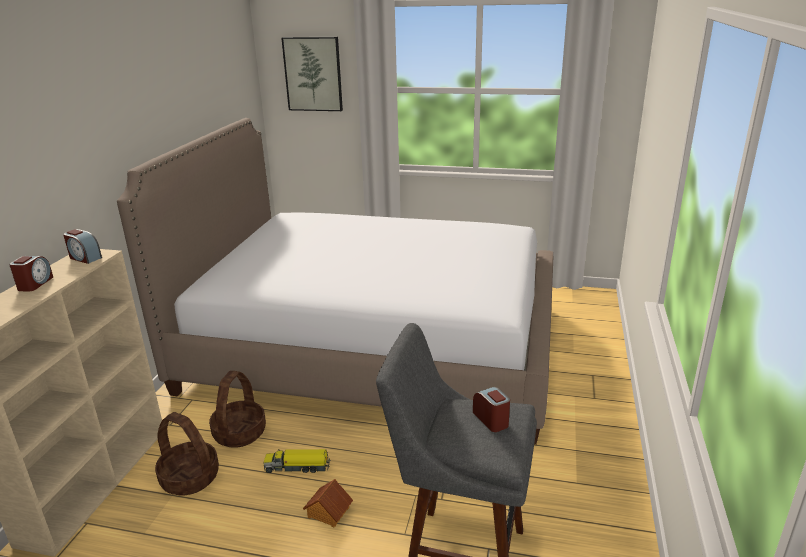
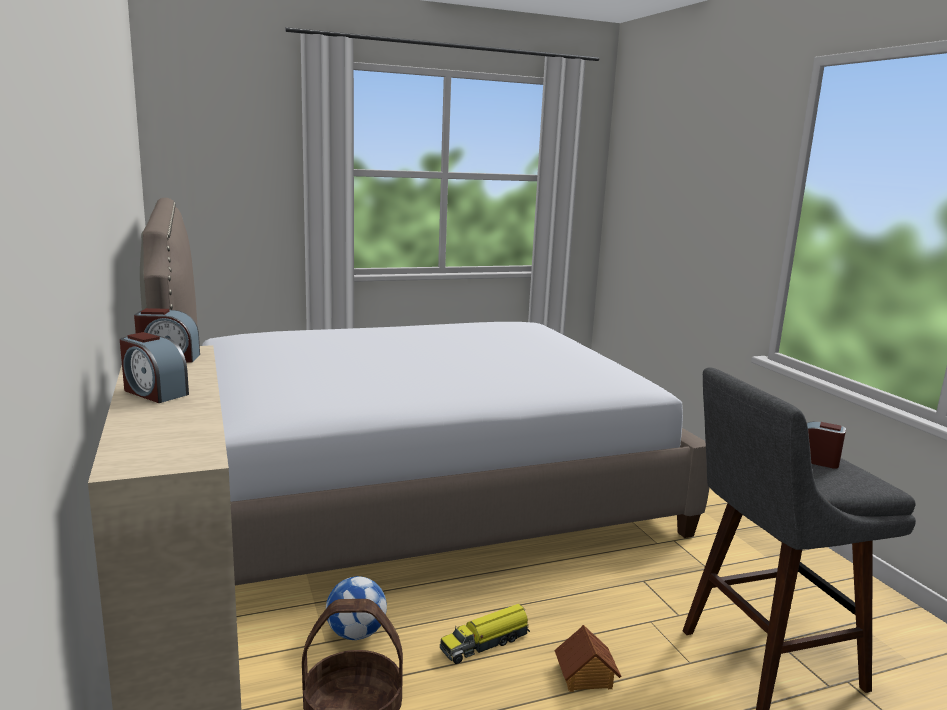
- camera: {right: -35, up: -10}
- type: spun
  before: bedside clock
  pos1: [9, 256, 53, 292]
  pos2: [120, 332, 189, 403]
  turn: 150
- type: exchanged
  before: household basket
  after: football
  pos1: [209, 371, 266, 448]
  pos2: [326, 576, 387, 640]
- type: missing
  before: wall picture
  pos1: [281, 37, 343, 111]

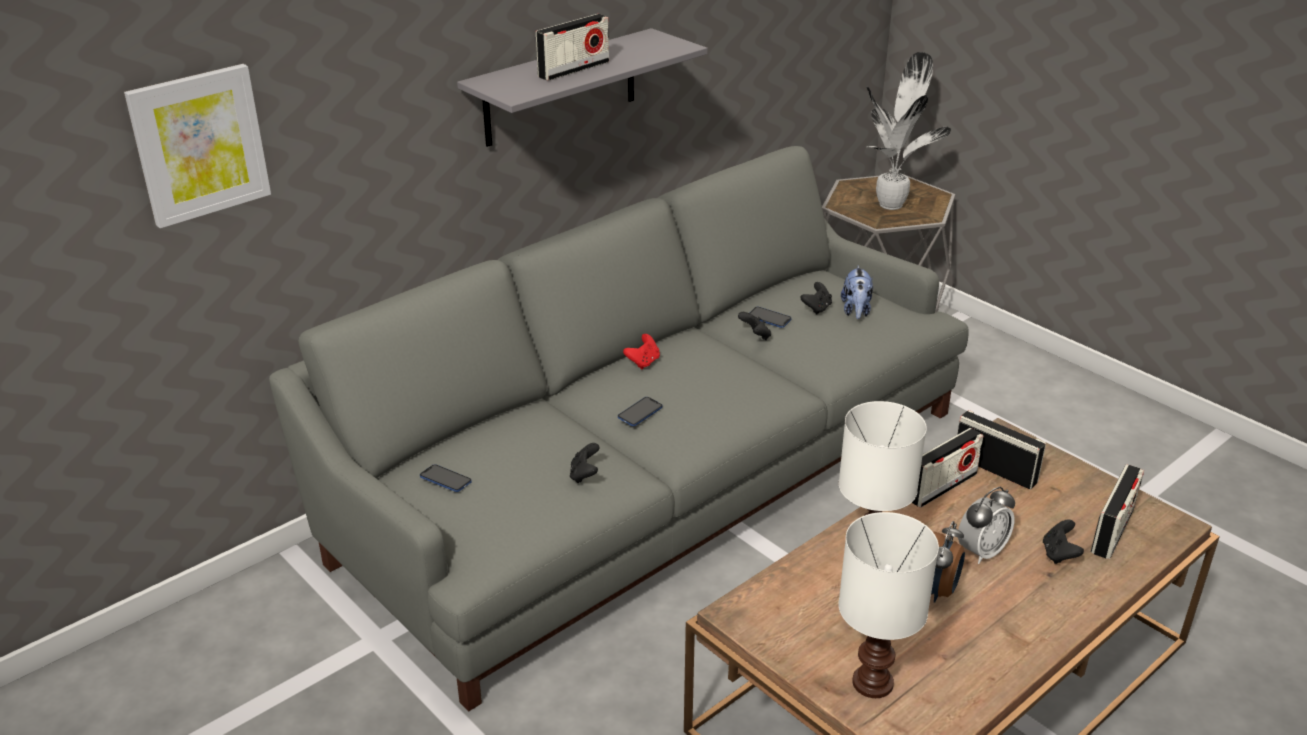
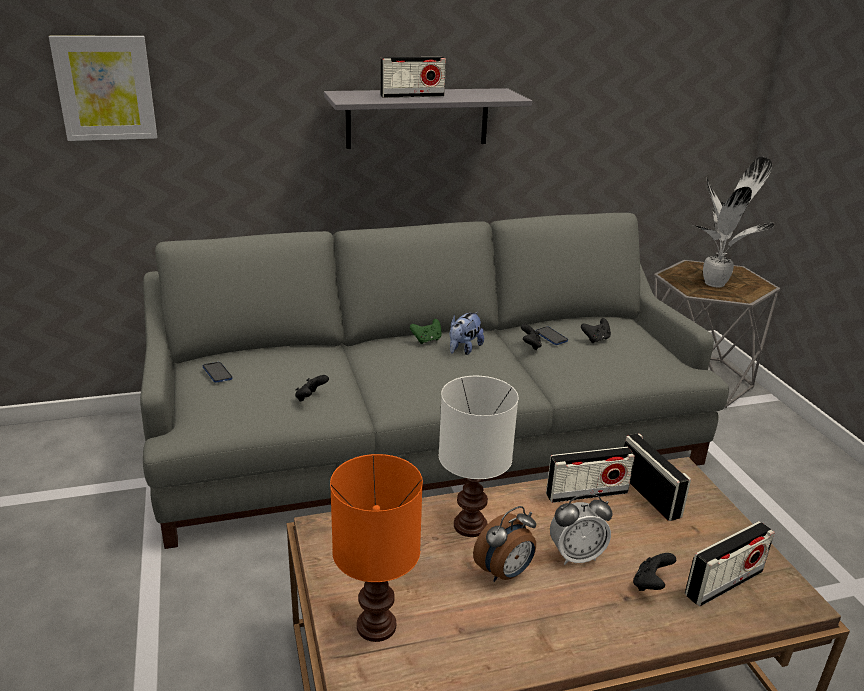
- camera: {right: 25, up: -5}
- type: missing
  before: telephone
  pos1: [618, 397, 662, 426]
- type: colour
  before: red gamepad
  after: green-coloured gamepad
  pos1: [623, 334, 660, 370]
  pos2: [410, 319, 441, 344]
- type: colour
  before: white table lamp
  after: orange table lamp
  pos1: [838, 512, 939, 698]
  pos2: [330, 454, 423, 642]
- type: relocated
  before: cuddly toy
  pos1: [841, 266, 873, 319]
  pos2: [450, 312, 484, 355]

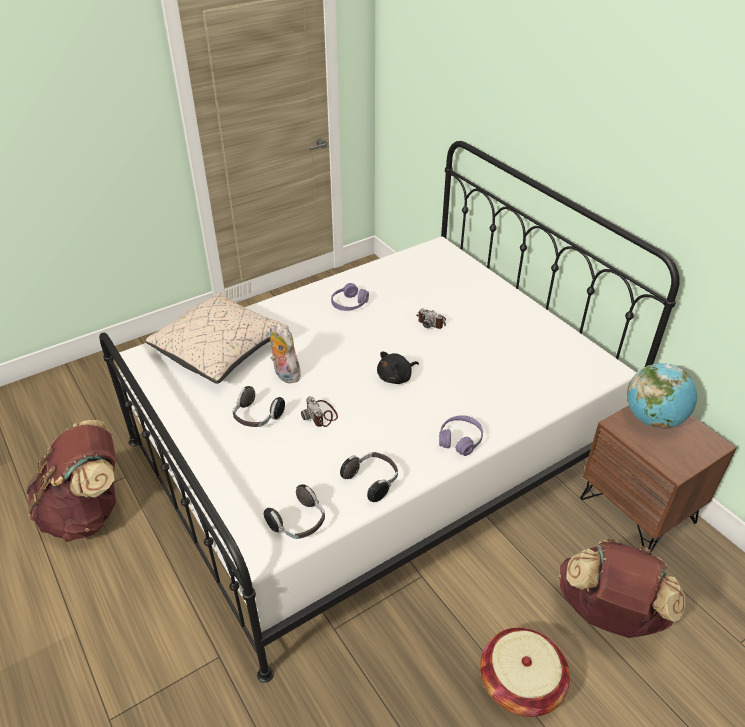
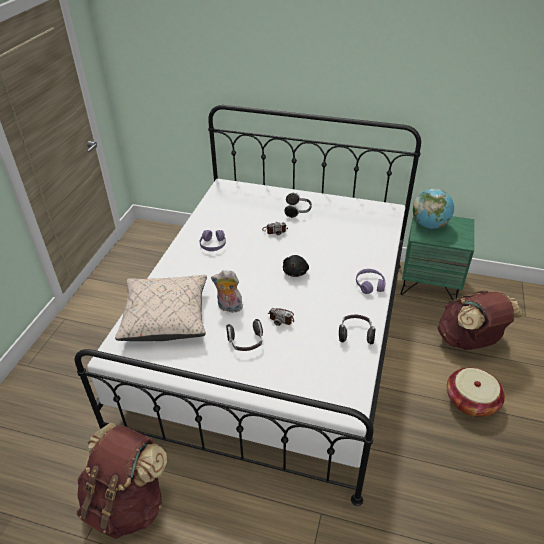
- camera: {right: -40, up: 0}
- type: relocated
  before: pair of headphones
  pos1: [264, 484, 325, 539]
  pos2: [284, 193, 312, 218]
- type: colour
  before: brown night table
  after: green-coloured night table
  pos1: [580, 406, 737, 552]
  pos2: [401, 216, 474, 300]

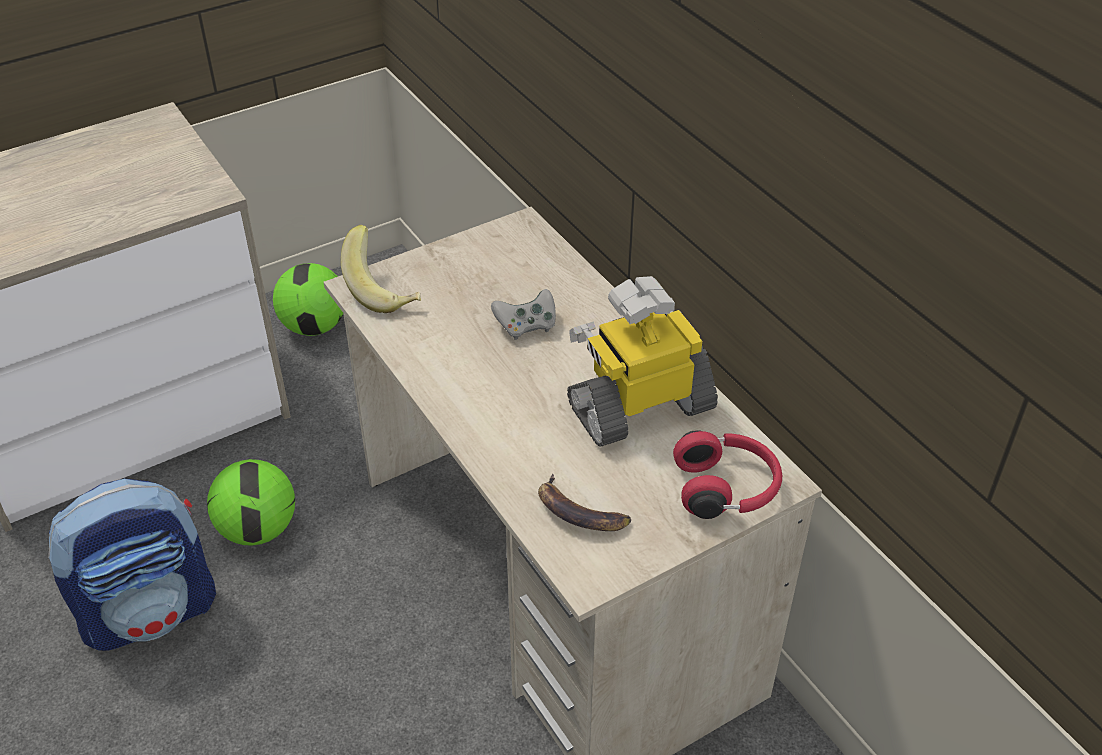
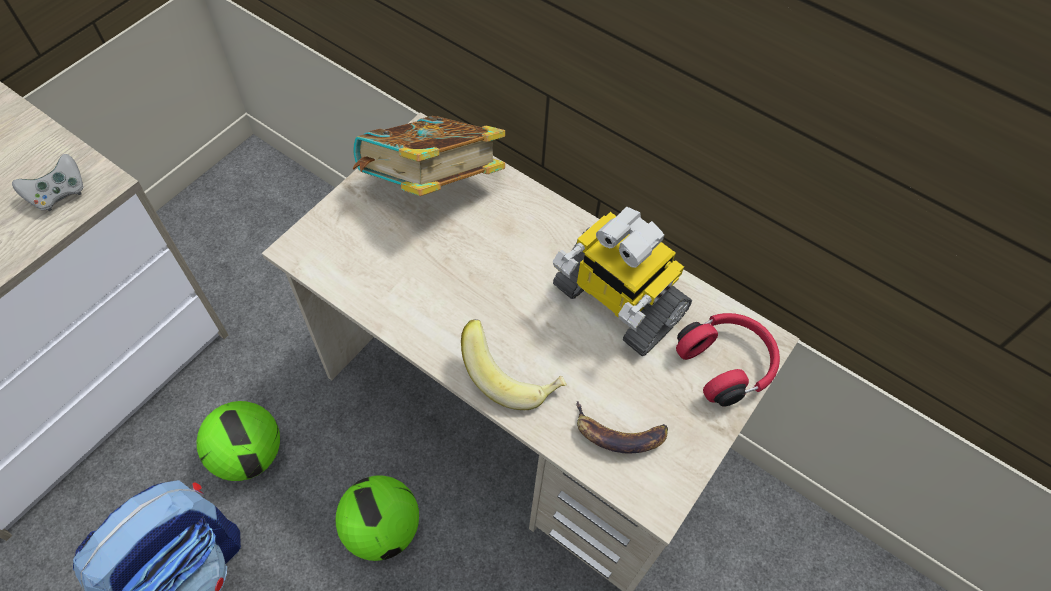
- camera: {right: -25, up: 15}
- type: relocated
  before: football
  pos1: [273, 263, 343, 336]
  pos2: [335, 475, 419, 561]
- type: relocated
  before: banana fruit
  pos1: [341, 225, 421, 313]
  pos2: [461, 319, 567, 410]
- type: relocated
  before: grey gamepad
  pos1: [491, 289, 556, 340]
  pos2: [12, 154, 84, 211]
- type: spun
  before: model robot
  pos1: [567, 276, 718, 447]
  pos2: [553, 207, 692, 356]
  turn: -90
- type: appeared
  after: volume
  pos2: [353, 116, 505, 196]

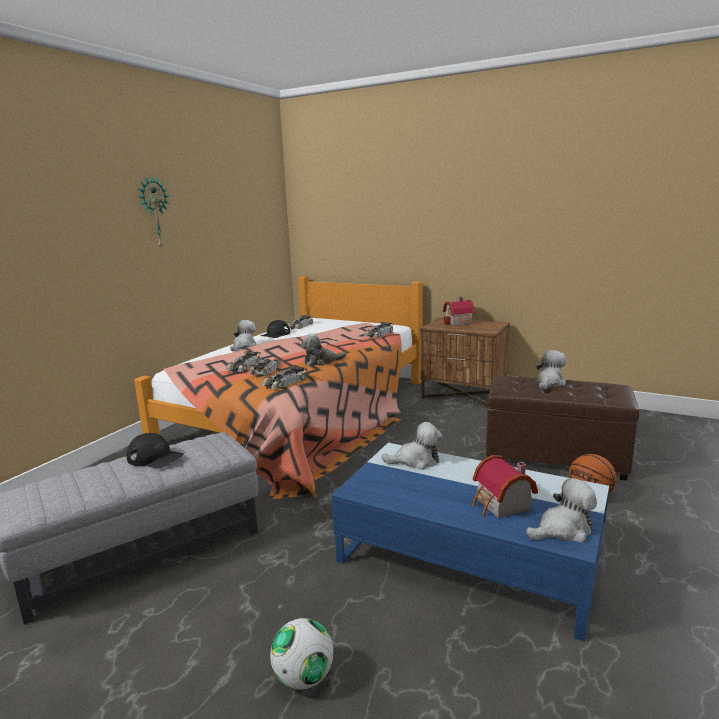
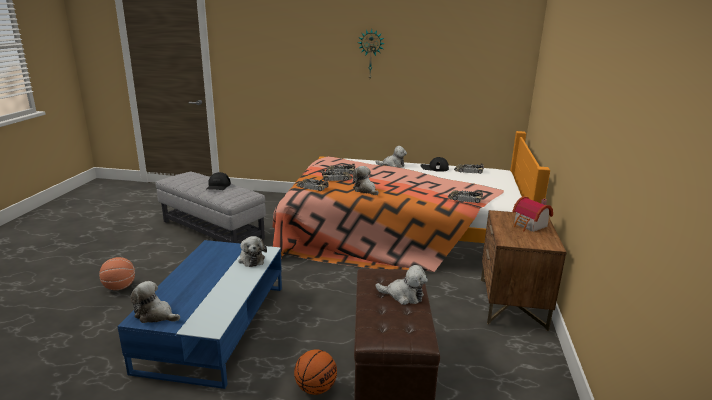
- camera: {right: 70, up: 5}
- type: exchanged
  before: football
  after: basketball
  pos1: [270, 618, 333, 690]
  pos2: [99, 257, 135, 290]
- type: missing
  before: toy house
  pos1: [472, 455, 538, 518]
- type: spun
  before: cuddly toy
  pos1: [526, 478, 597, 543]
  pos2: [130, 281, 180, 323]
  turn: 150

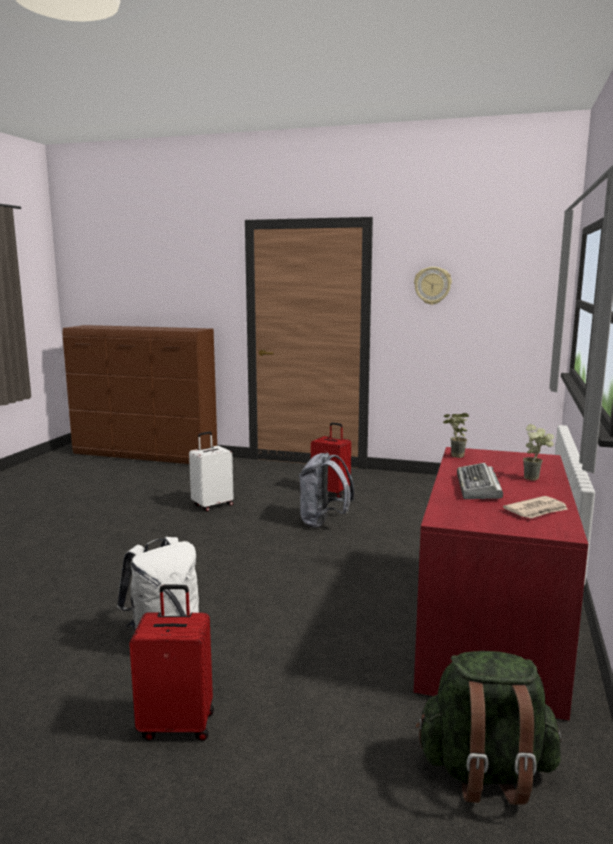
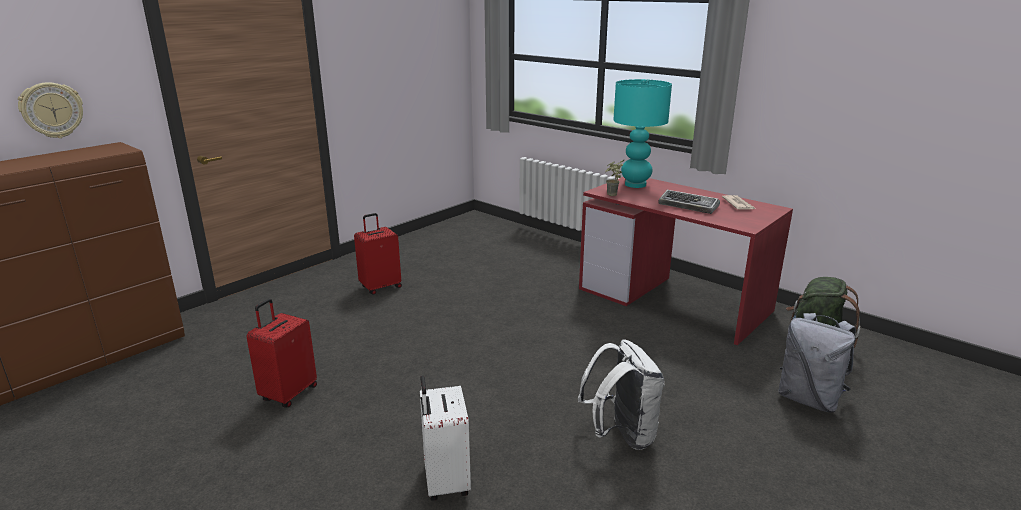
- camera: {right: -65, up: 10}
- type: relocated
  before: red piece of luggage
  pos1: [129, 585, 214, 741]
  pos2: [246, 299, 317, 407]
- type: relocated
  before: white piece of luggage
  pos1: [189, 432, 234, 512]
  pos2: [420, 376, 471, 501]
- type: relocated
  before: grey rucksack
  pos1: [299, 453, 355, 528]
  pos2: [779, 313, 856, 412]
- type: relocated
  before: clock on the wall
  pos1: [414, 267, 452, 305]
  pos2: [18, 82, 83, 138]
- type: missing
  before: plant in a pot
  pos1: [523, 424, 554, 481]
- type: appeared
  after: turquoise-coloured table lamp
  pos2: [613, 79, 672, 188]

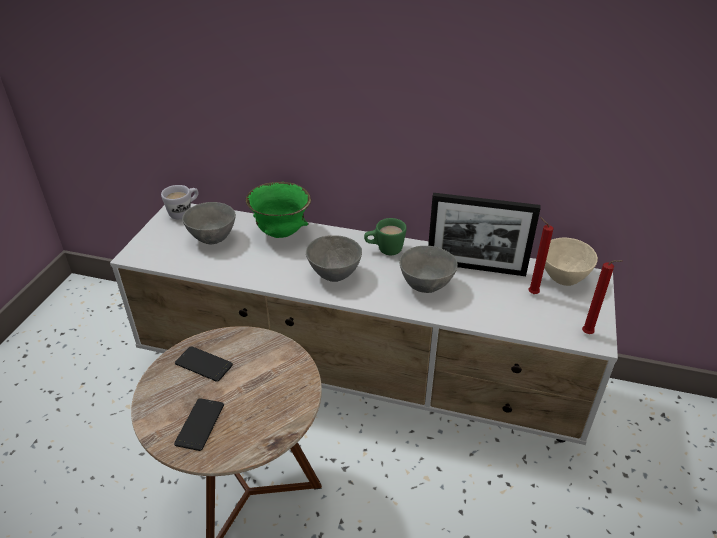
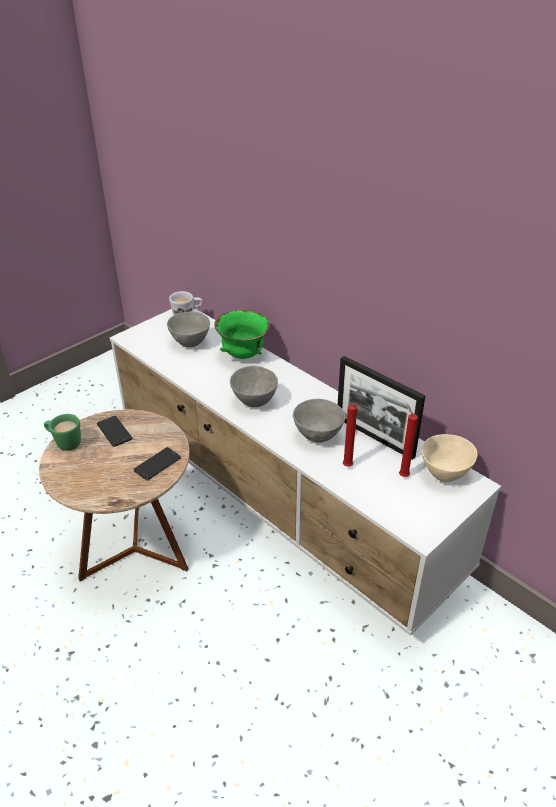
- camera: {right: 30, up: 0}
- type: relocated
  before: telephone
  pos1: [174, 398, 224, 451]
  pos2: [134, 447, 181, 480]
- type: relocated
  before: green-coloured coffee mug
  pos1: [364, 218, 407, 255]
  pos2: [44, 414, 81, 451]
- type: relocated
  before: red wax candle
  pos1: [582, 260, 622, 334]
  pos2: [343, 403, 358, 467]

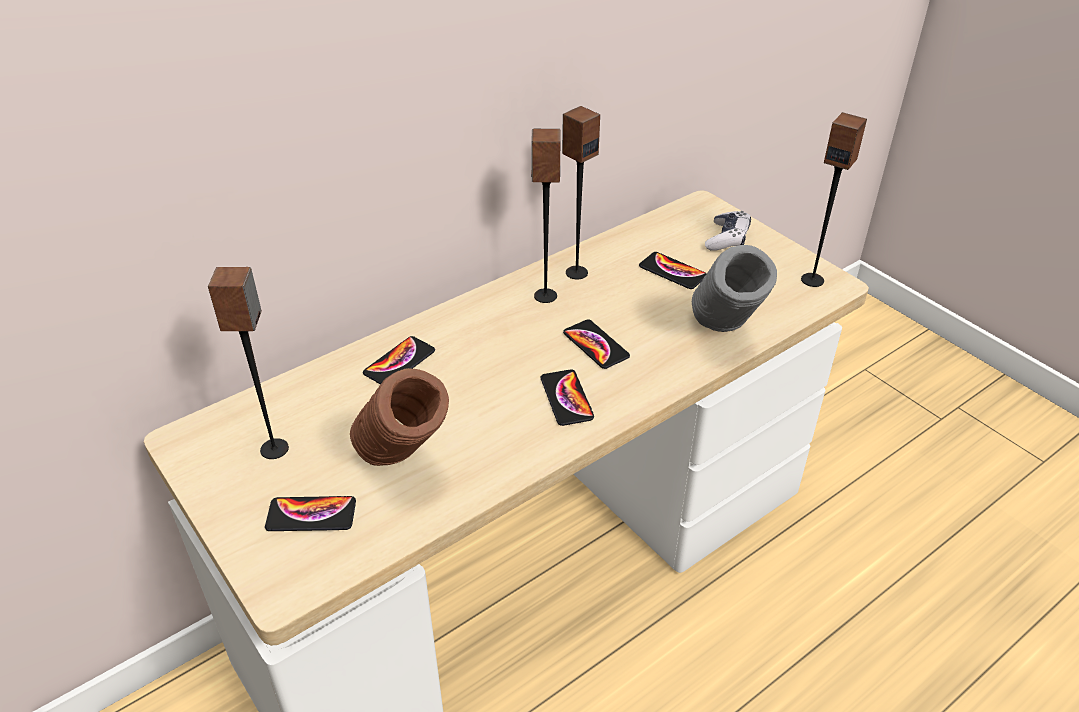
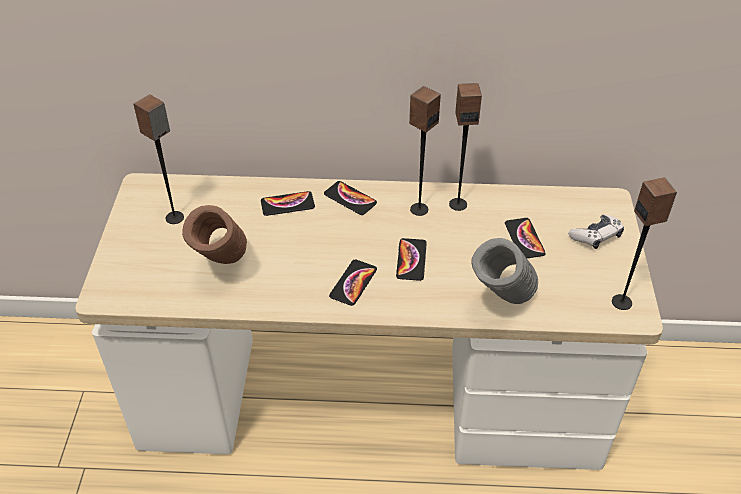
- camera: {right: 40, up: 5}
- type: relocated
  before: telephone
  pos1: [265, 496, 356, 531]
  pos2: [324, 181, 377, 215]

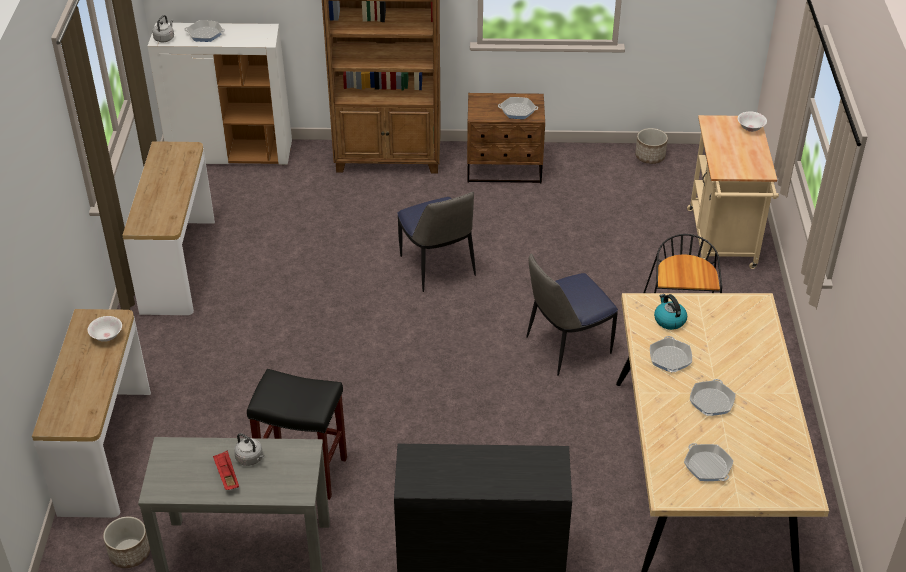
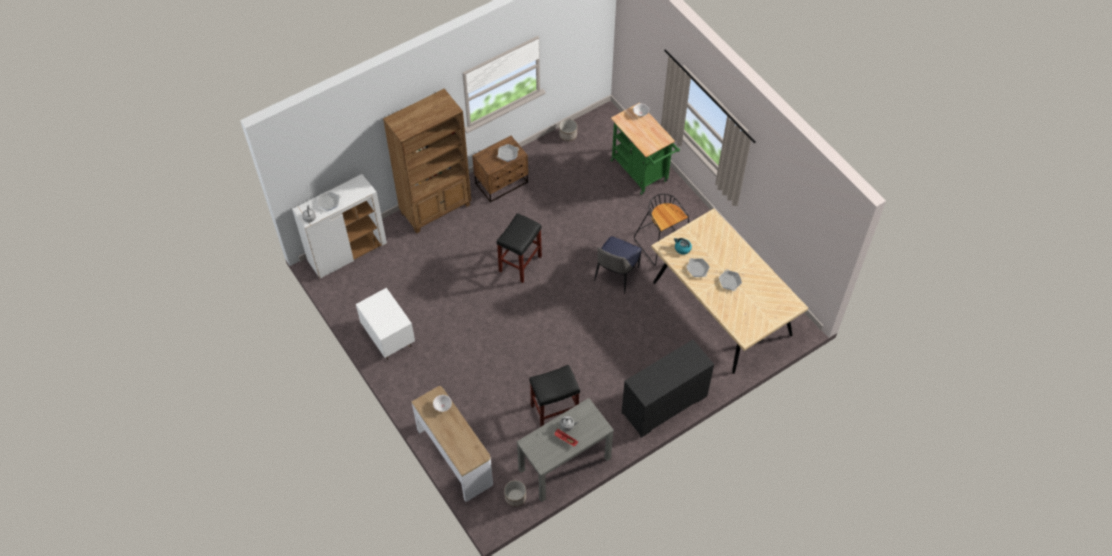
- camera: {right: -35, up: 15}
- type: exchanged
  before: hall table
  after: white night table
  pos1: [122, 141, 215, 315]
  pos2: [356, 288, 415, 360]
- type: exchanged
  before: upright chair
  after: black-coloured sitting stool
  pos1: [397, 192, 476, 292]
  pos2: [497, 213, 542, 283]
- type: missing
  before: frying pan
  pos1: [684, 443, 733, 481]
- type: colour
  before: sand-coloured trolley
  after: green-coloured trolley
  pos1: [687, 115, 779, 269]
  pos2: [611, 103, 680, 195]

